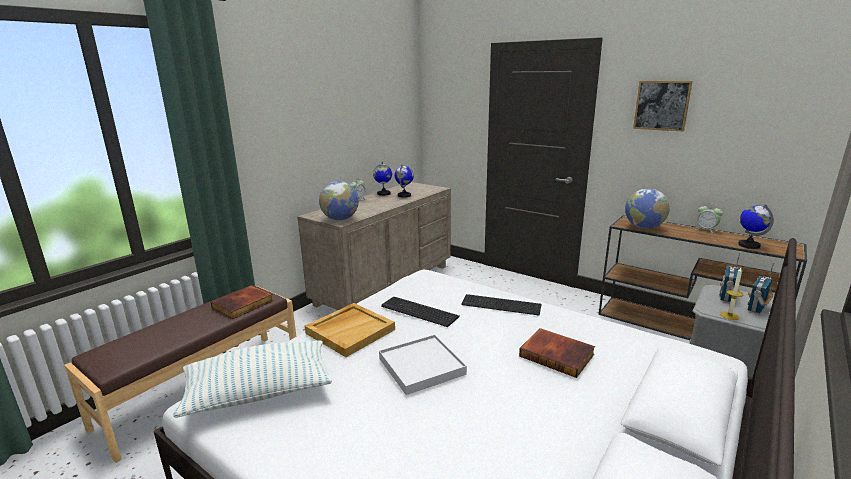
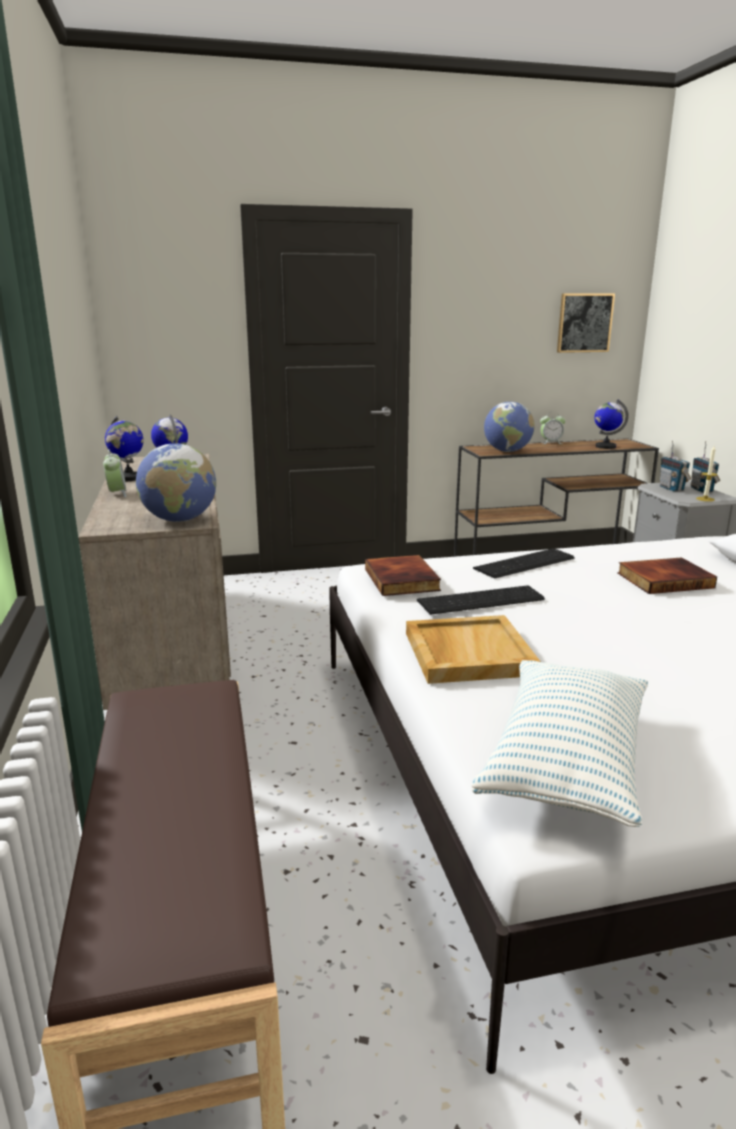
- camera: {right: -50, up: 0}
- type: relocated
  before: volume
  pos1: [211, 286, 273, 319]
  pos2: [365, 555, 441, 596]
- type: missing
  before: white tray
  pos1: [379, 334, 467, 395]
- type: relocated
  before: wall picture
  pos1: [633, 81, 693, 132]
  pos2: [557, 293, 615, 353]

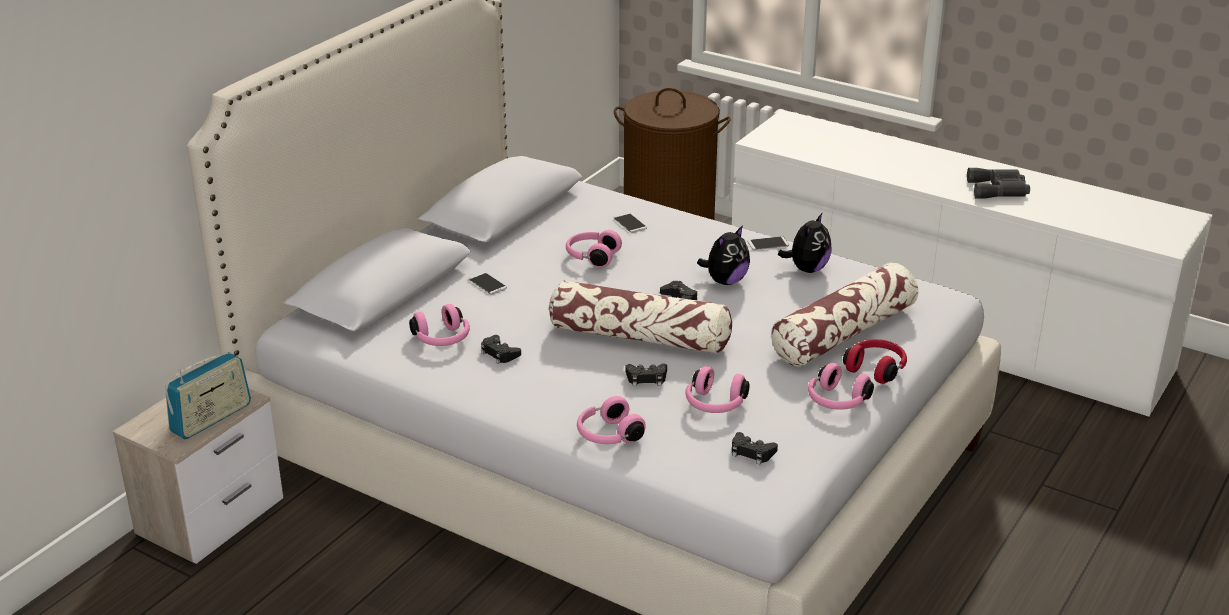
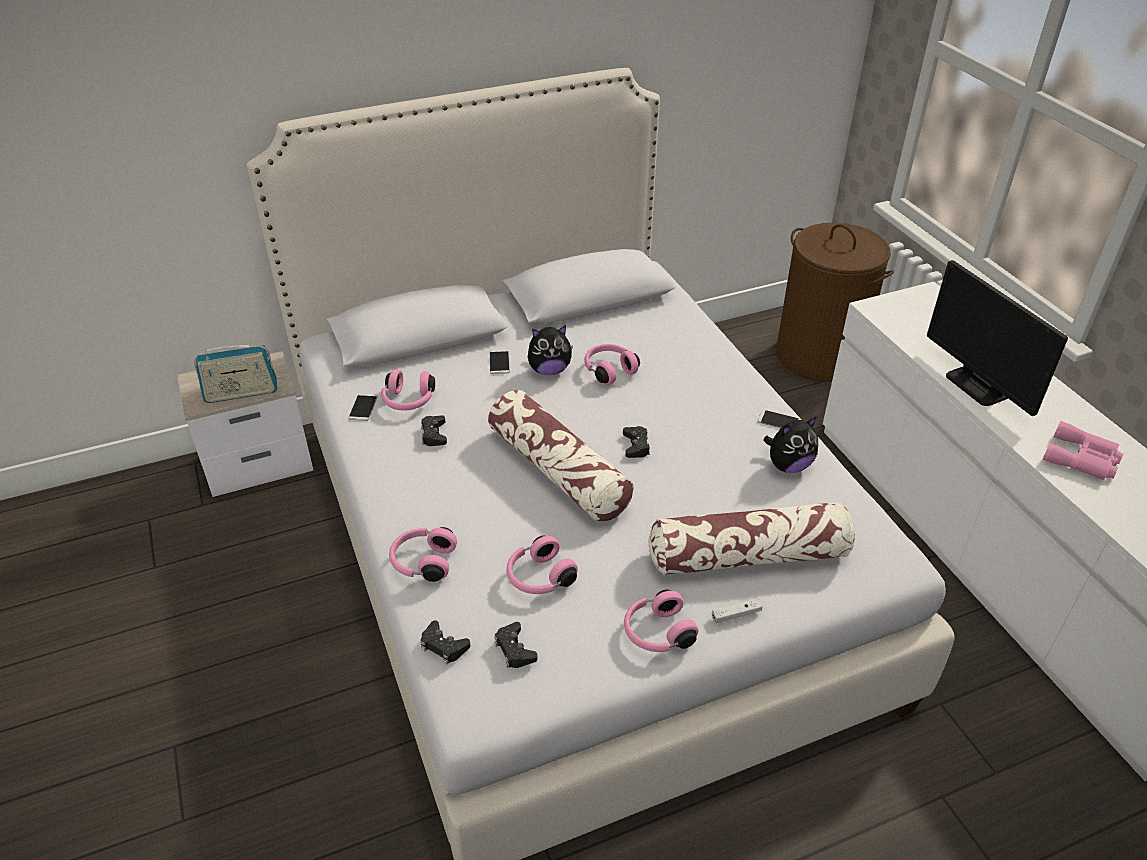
- camera: {right: 35, up: 10}
- type: relocated
  before: telephone
  pos1: [613, 213, 647, 233]
  pos2: [348, 394, 378, 421]
- type: relocated
  before: black-coloured gamepad
  pos1: [625, 364, 667, 386]
  pos2: [421, 621, 471, 664]
- type: relocated
  before: cuddly toy
  pos1: [697, 225, 750, 285]
  pos2: [528, 325, 573, 375]
- type: exchanged
  before: red pair of headphones
  after: white gamepad
  pos1: [843, 339, 907, 384]
  pos2: [712, 598, 762, 623]
- type: colour
  before: grey binoculars
  after: pinkish binoculars
  pos1: [967, 168, 1030, 199]
  pos2: [1043, 421, 1123, 480]
- type: appeared
  after: monitor
  pos2: [927, 260, 1068, 416]

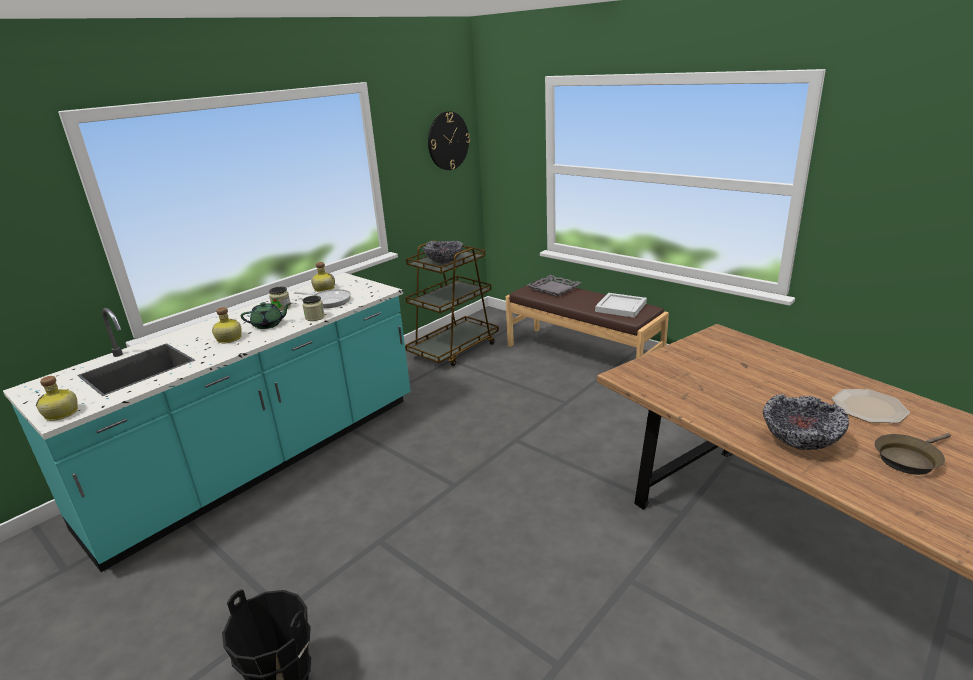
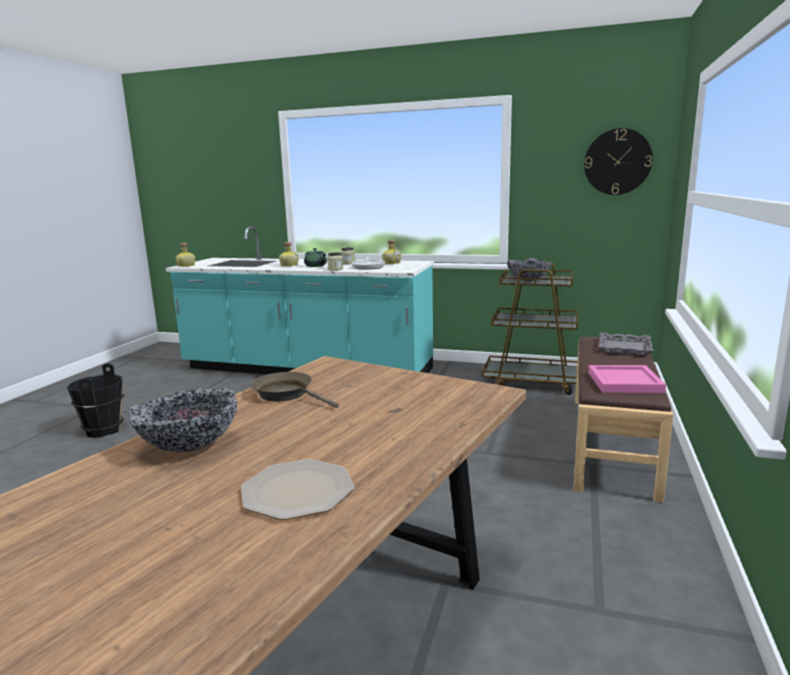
- camera: {right: 65, up: -10}
- type: colour
  before: white tray
  after: pinkish tray
  pos1: [595, 293, 647, 318]
  pos2: [588, 365, 666, 393]
- type: relocated
  before: brown frying pan
  pos1: [875, 433, 951, 475]
  pos2: [251, 372, 339, 408]

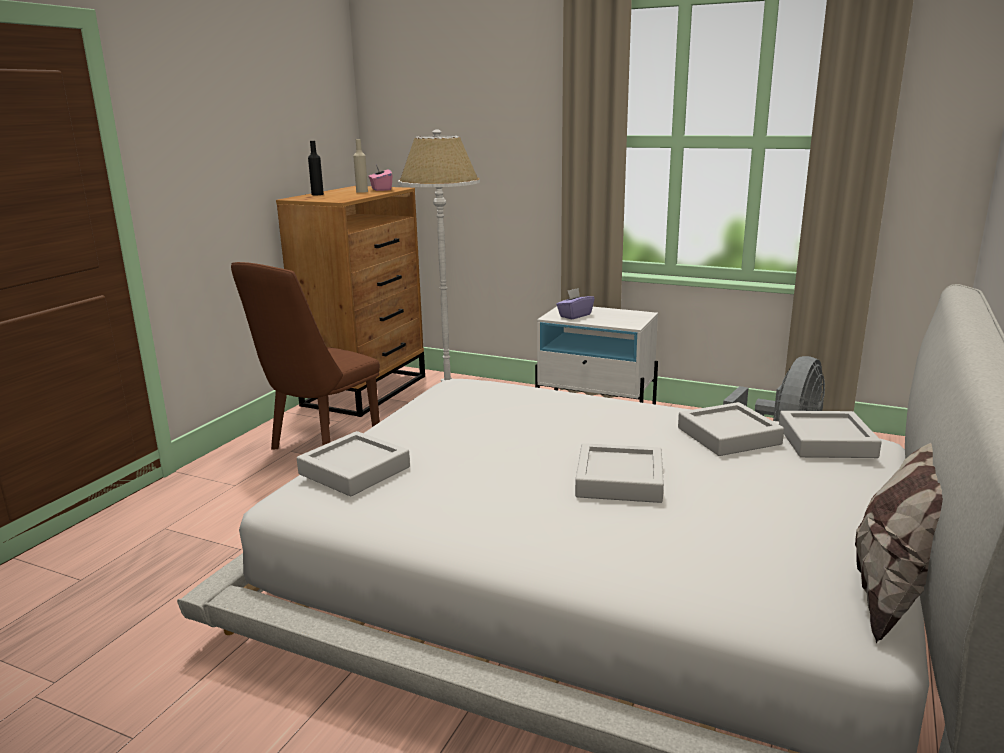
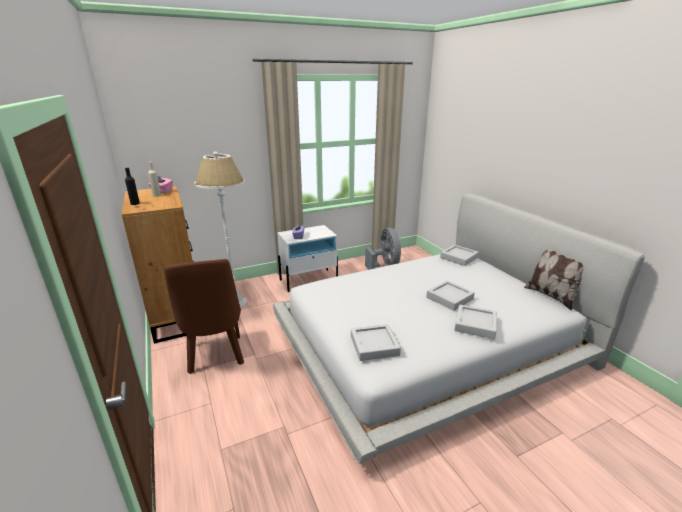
- camera: {right: -50, up: 5}
- type: relocated
  before: grey tray
  pos1: [678, 402, 784, 456]
  pos2: [454, 305, 497, 339]

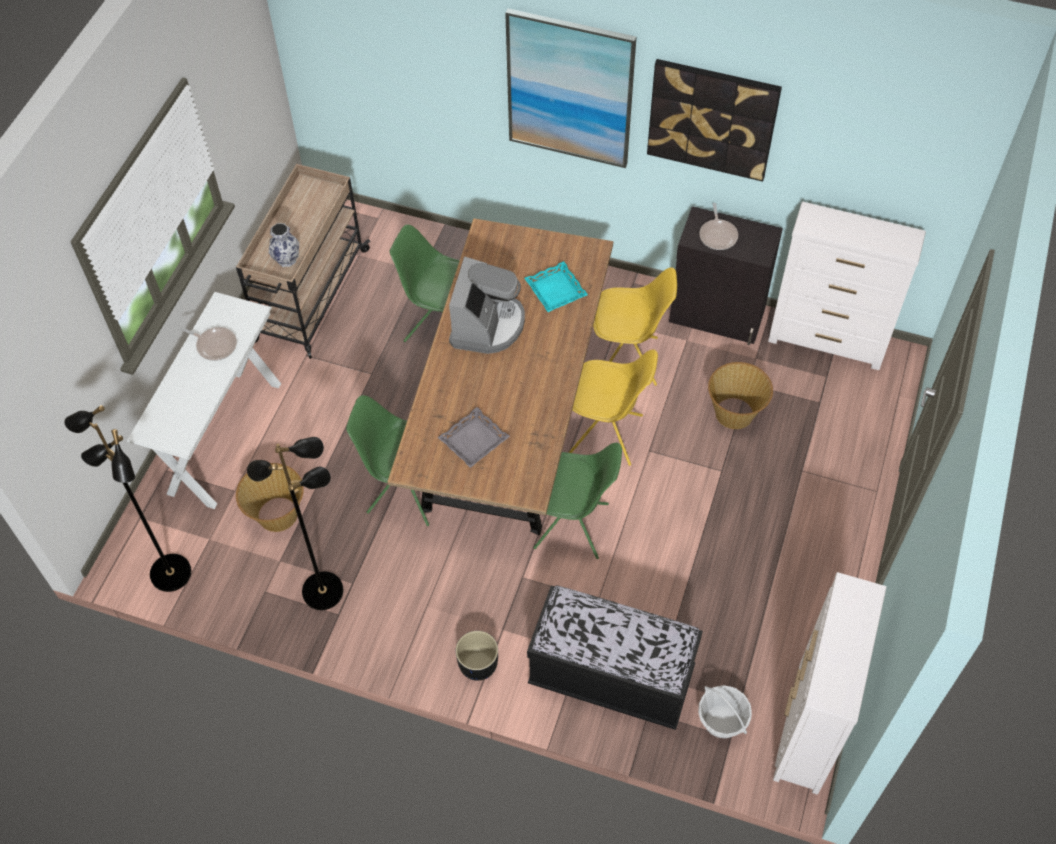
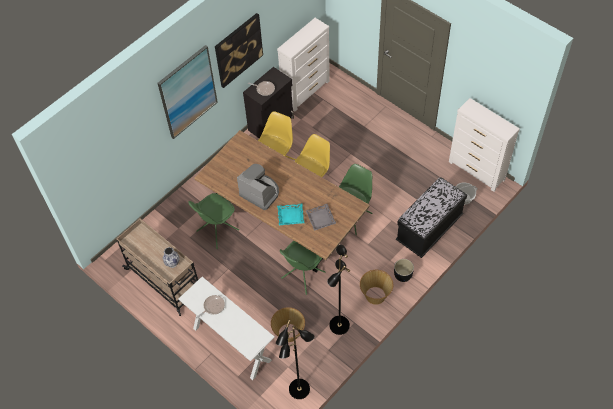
- camera: {right: -65, up: 0}
- type: relocated
  before: turquoise-coloured tray
  pos1: [524, 261, 588, 312]
  pos2: [277, 204, 304, 225]
- type: relocated
  before: household basket
  pos1: [708, 362, 773, 429]
  pos2: [360, 270, 393, 305]

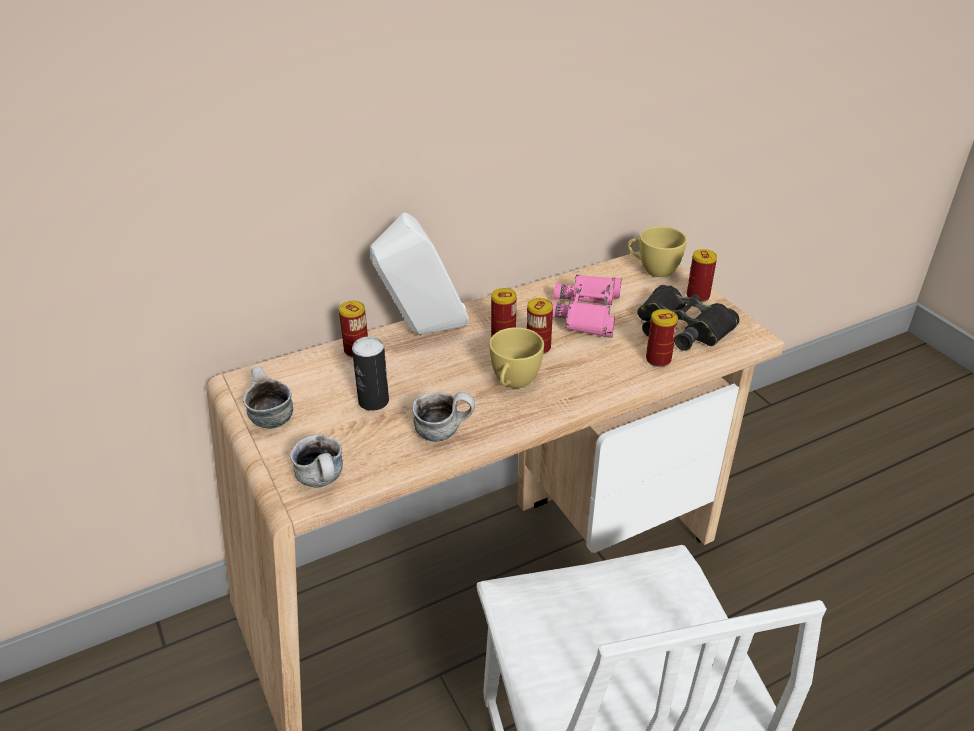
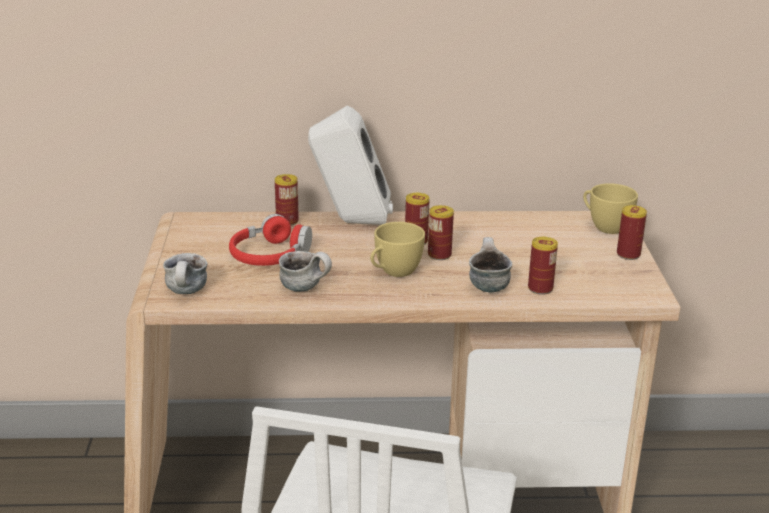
- camera: {right: 25, up: -10}
- type: relocated
  before: coffee mug
  pos1: [243, 366, 293, 429]
  pos2: [469, 237, 512, 293]
- type: exchanged
  before: can
  after: red pair of headphones
  pos1: [352, 337, 389, 411]
  pos2: [229, 214, 312, 266]
- type: missing
  before: pinkish binoculars
  pos1: [551, 275, 622, 338]
- type: missing
  before: black-coloured binoculars
  pos1: [637, 285, 740, 351]

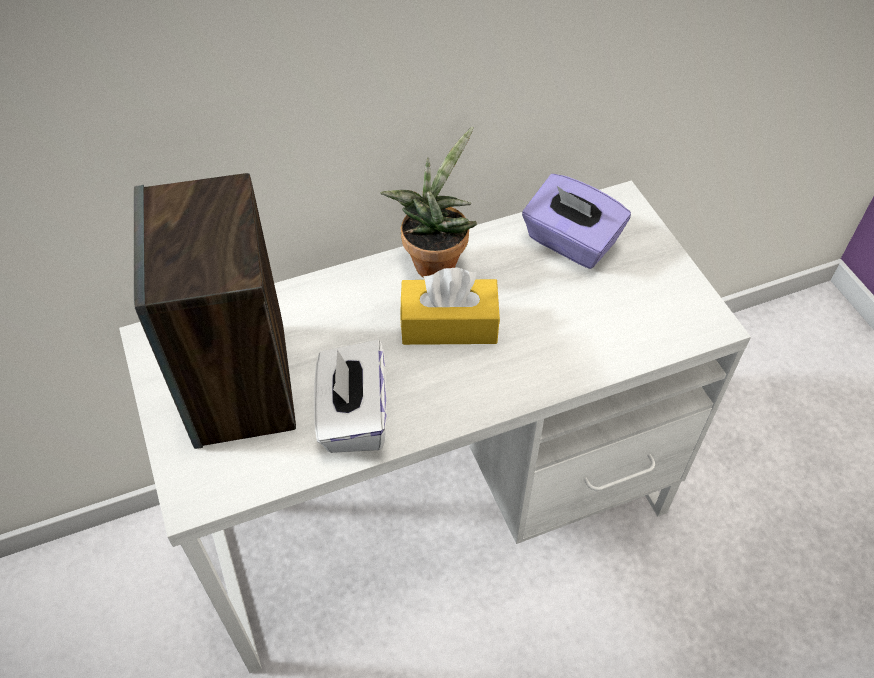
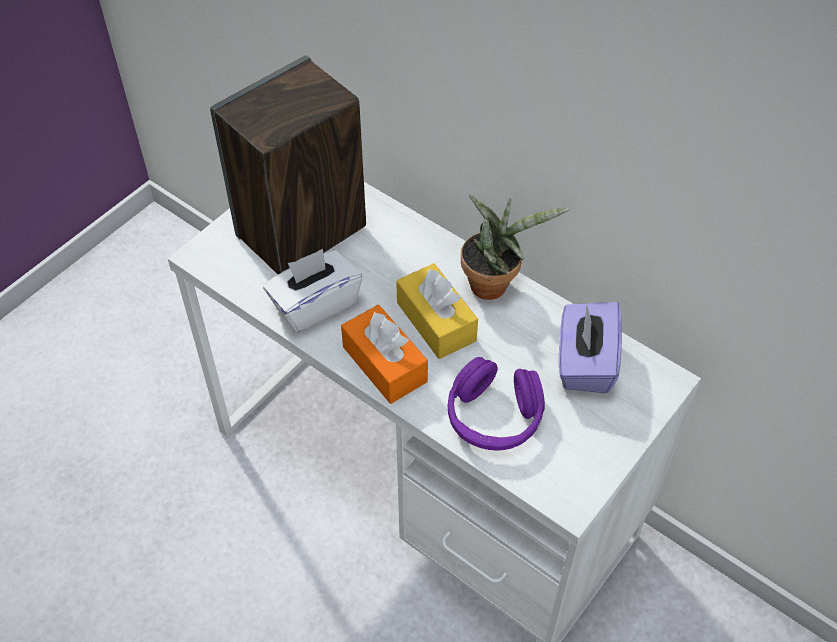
- camera: {right: 60, up: 0}
- type: appeared
  after: orange tissue holder
  pos2: [341, 305, 428, 404]
- type: appeared
  after: purple-coloured pair of headphones
  pos2: [448, 357, 545, 451]

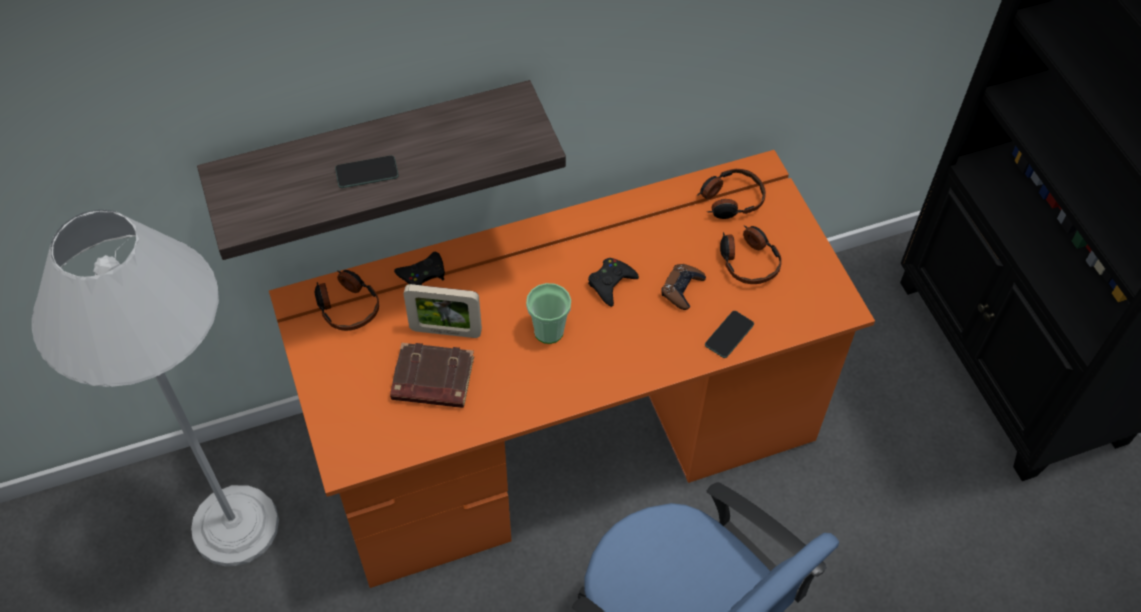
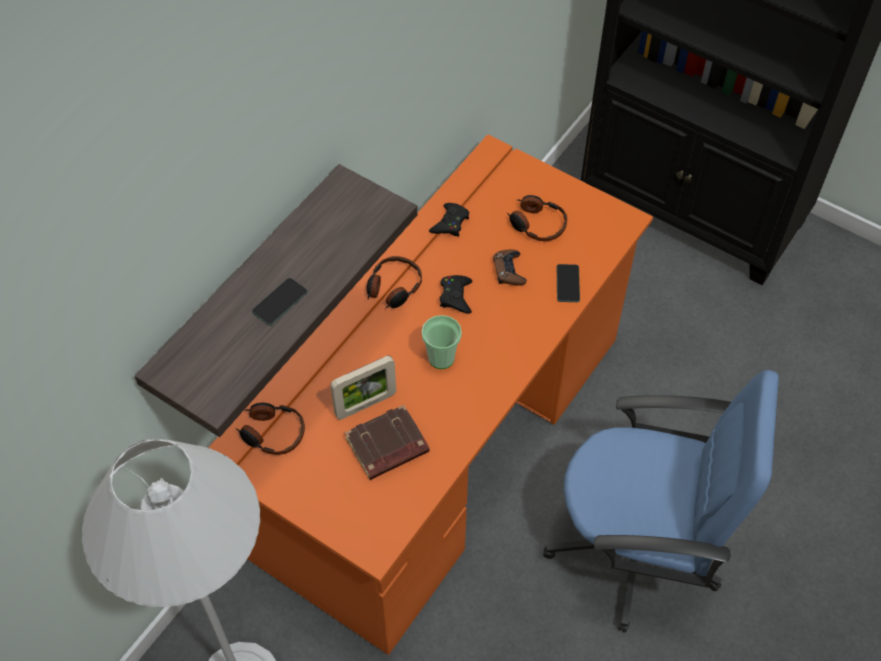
- camera: {right: -35, up: 0}
- type: relocated
  before: black-coloured gamepad
  pos1: [394, 252, 445, 285]
  pos2: [429, 203, 469, 237]
- type: relocated
  before: pair of headphones
  pos1: [697, 169, 766, 219]
  pos2: [367, 256, 422, 308]

